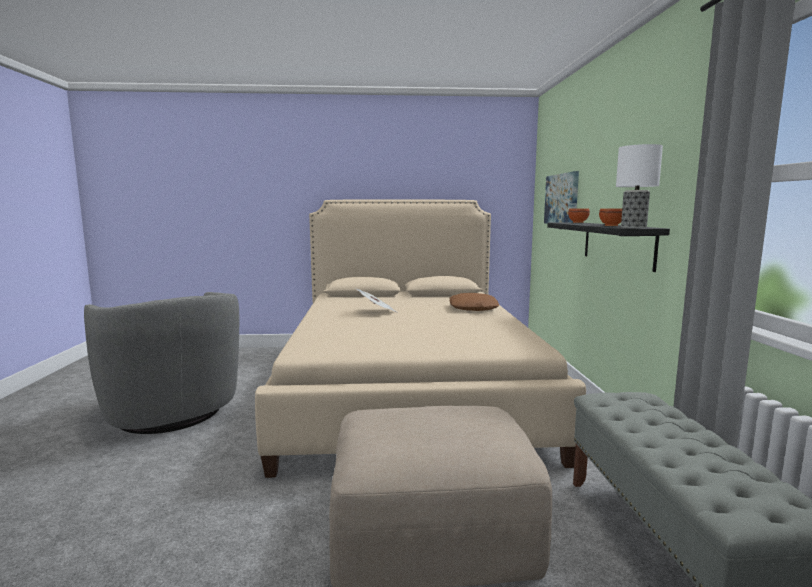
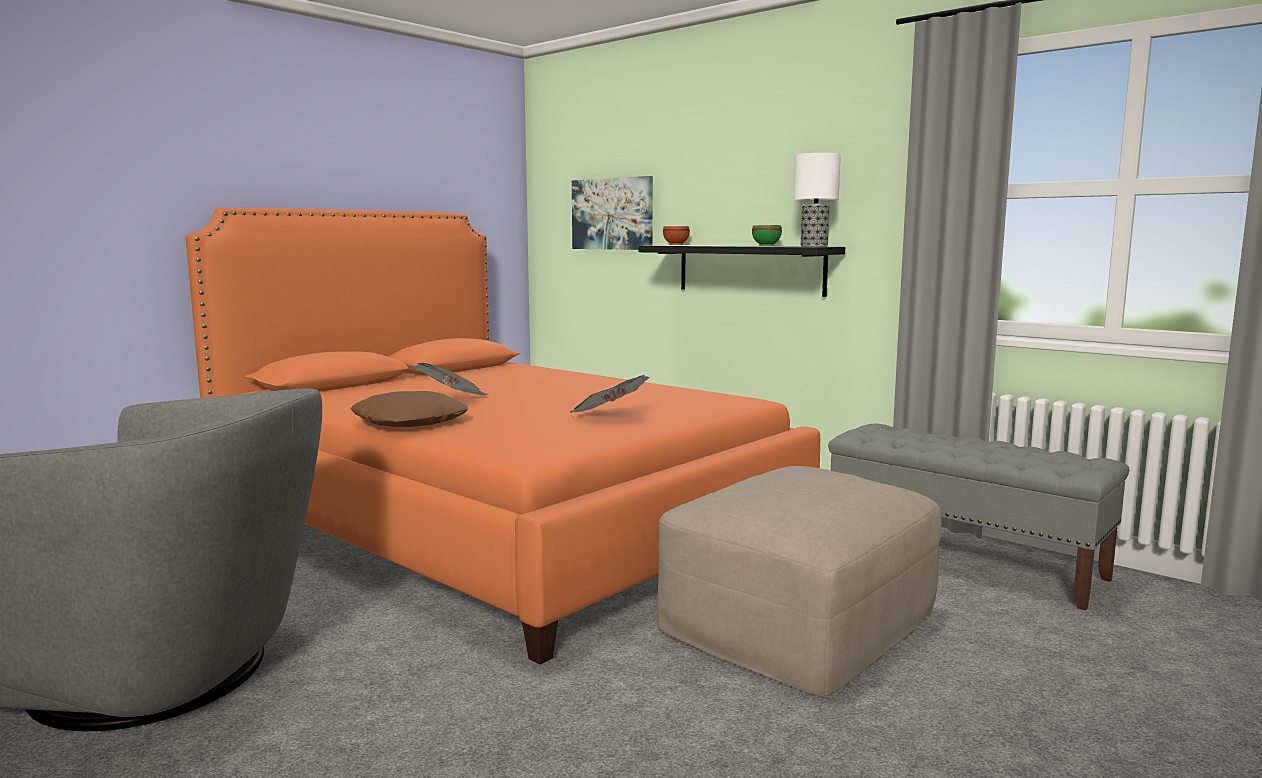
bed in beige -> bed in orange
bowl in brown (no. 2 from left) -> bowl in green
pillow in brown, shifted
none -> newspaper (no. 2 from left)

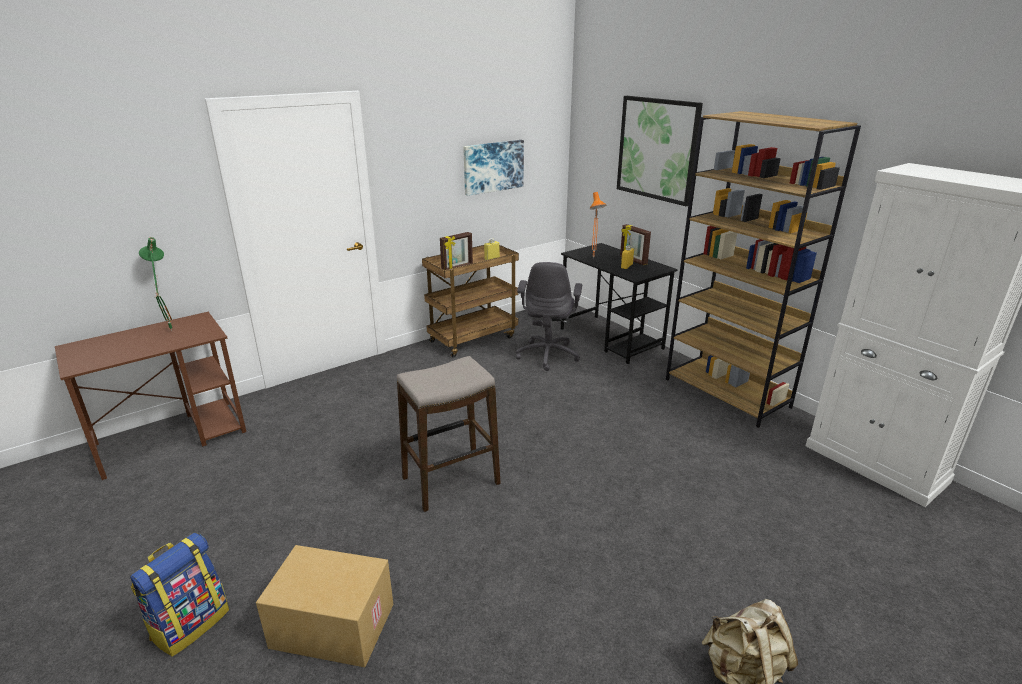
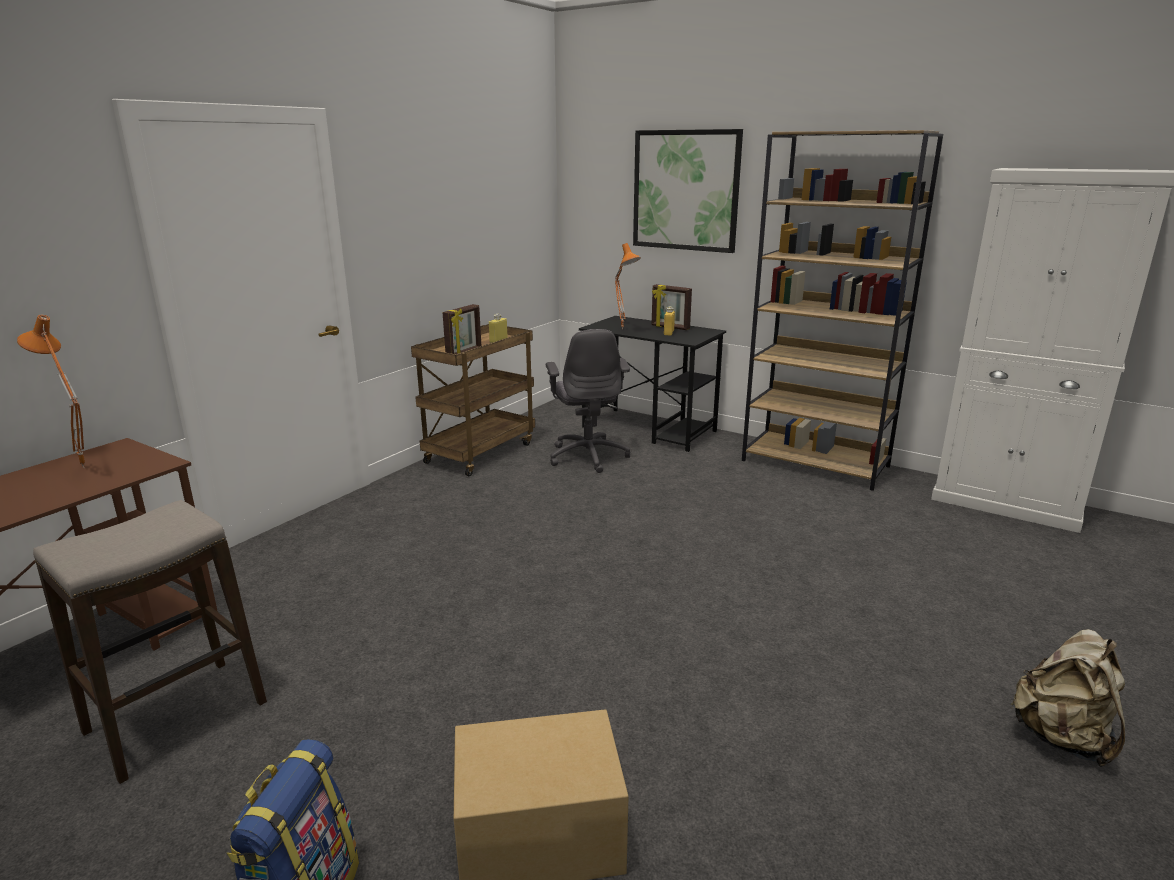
picture (no. 1 from left) -> none
table lamp in green -> table lamp in orange (no. 1 from left)
stool, shifted

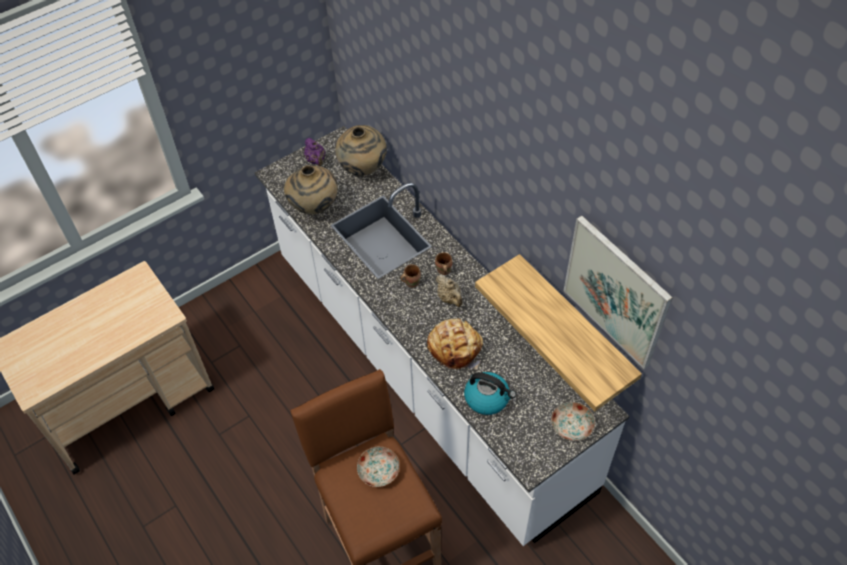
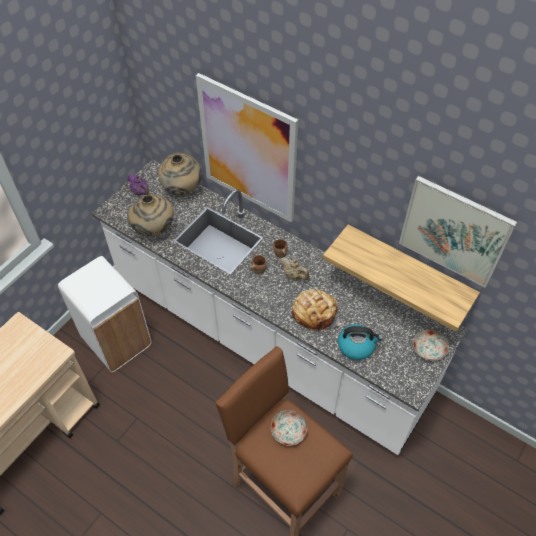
none -> picture (no. 1 from left)
none -> trash can in white

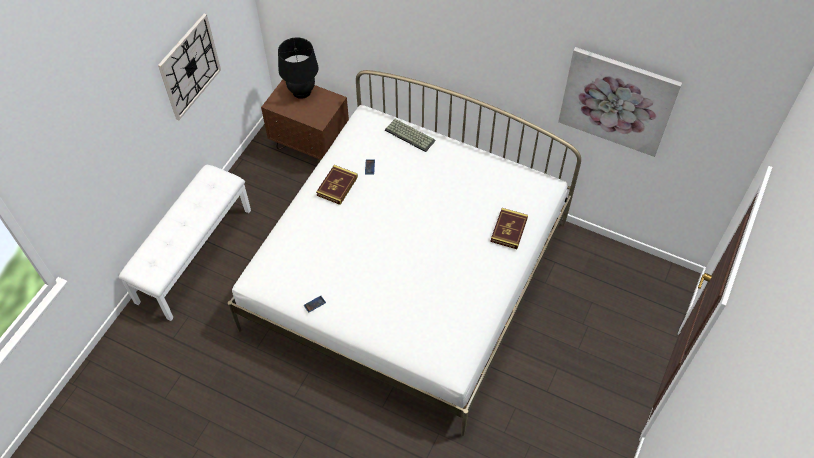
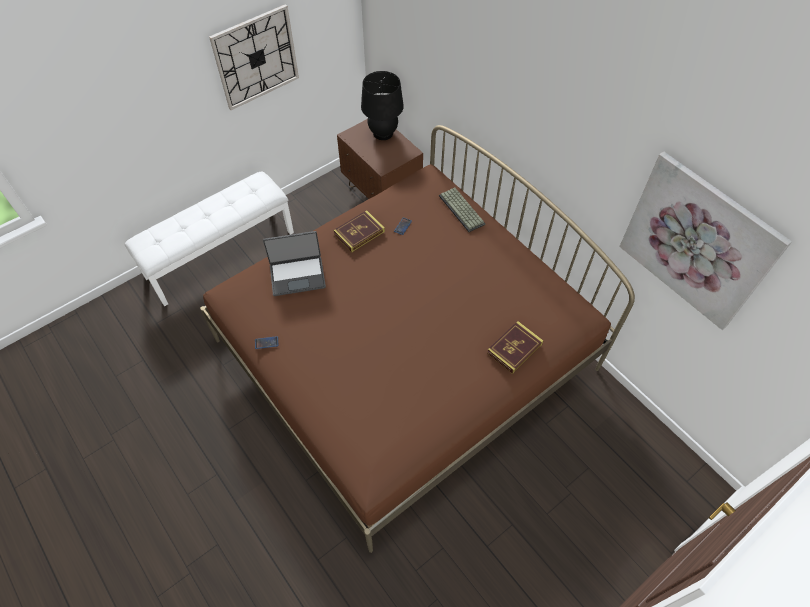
bed in white -> bed in brown
none -> laptop

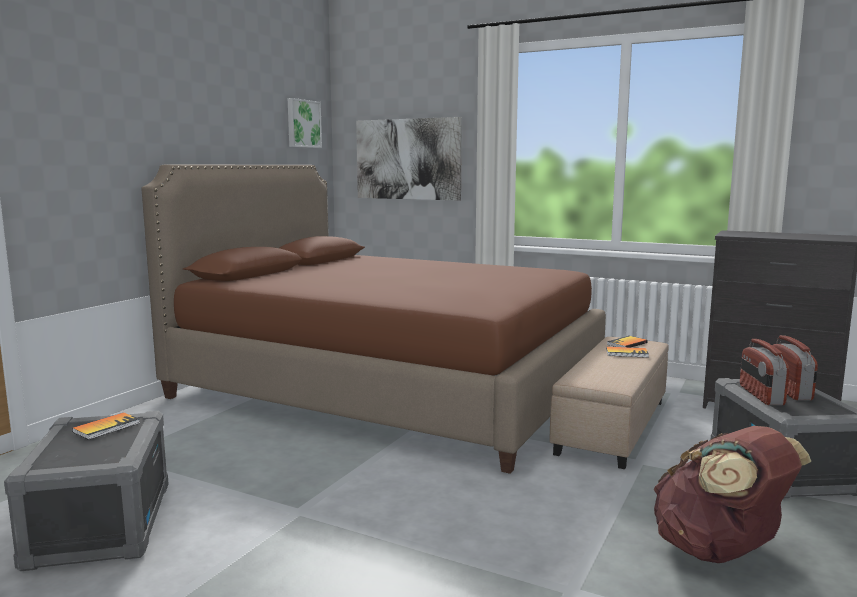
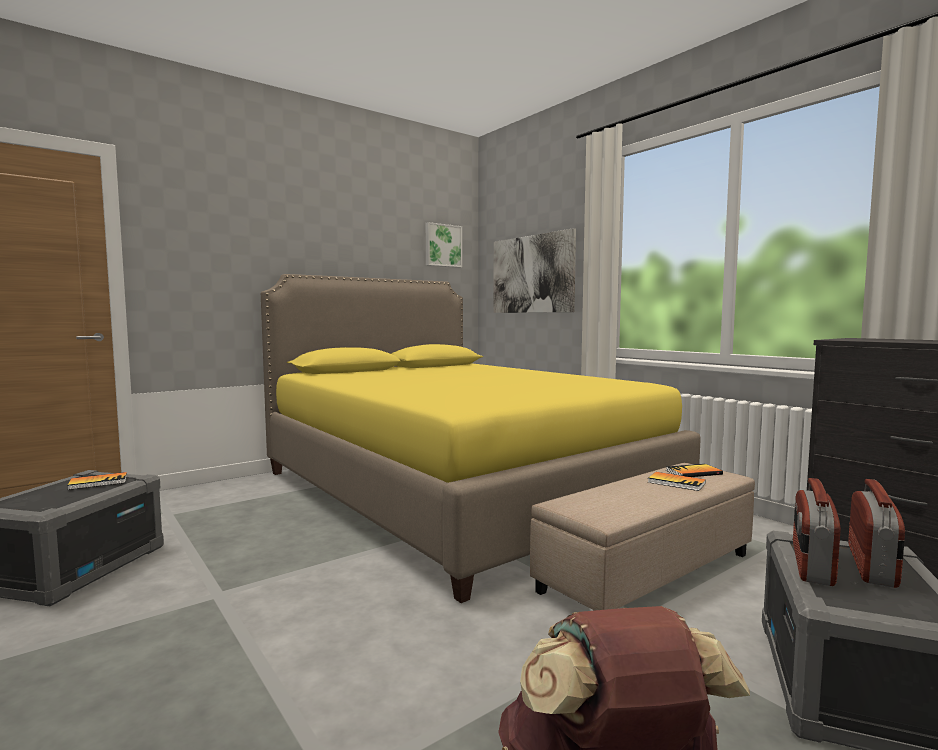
bed in brown -> bed in yellow

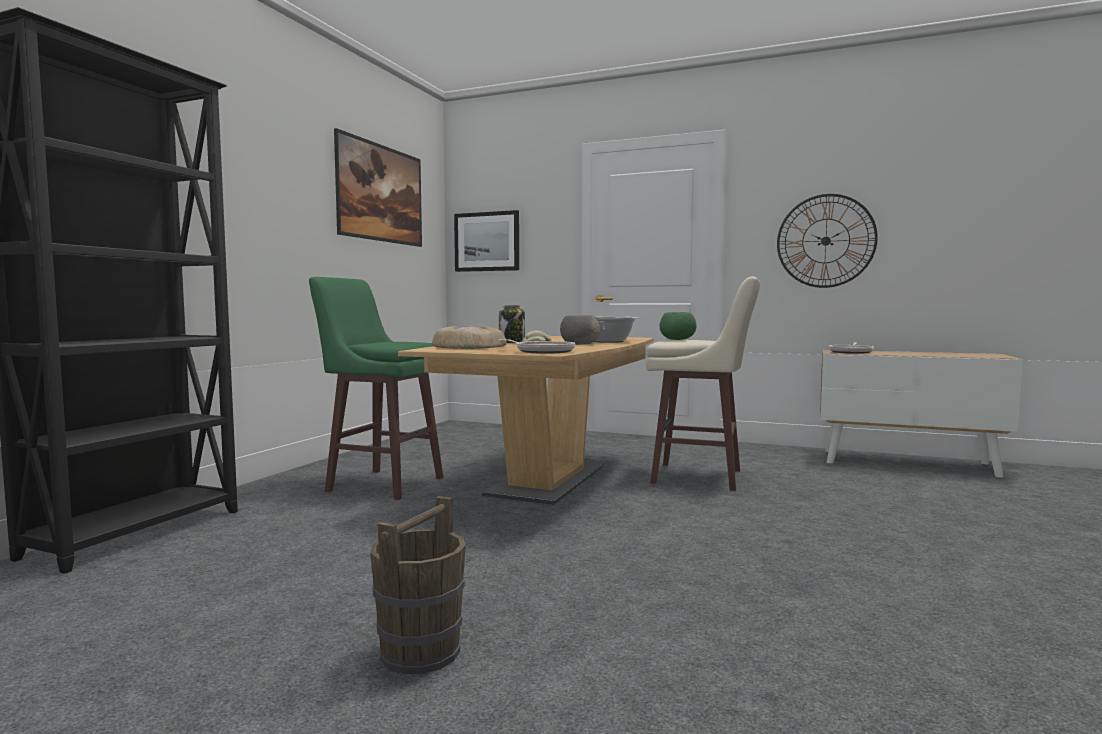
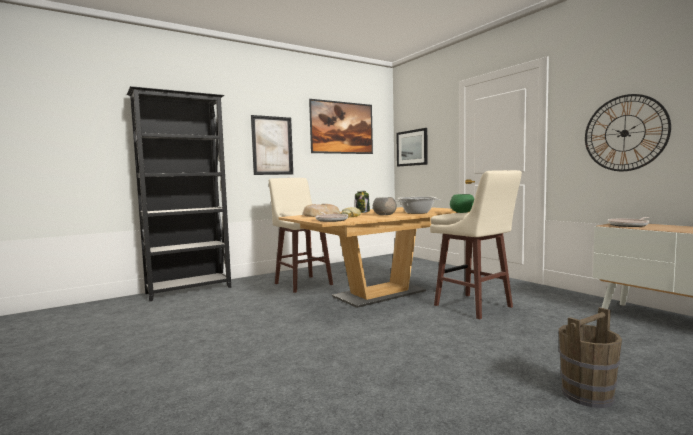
stool in green -> stool in beige (no. 1 from left)
bucket in brown, shifted
none -> picture (no. 1 from left)

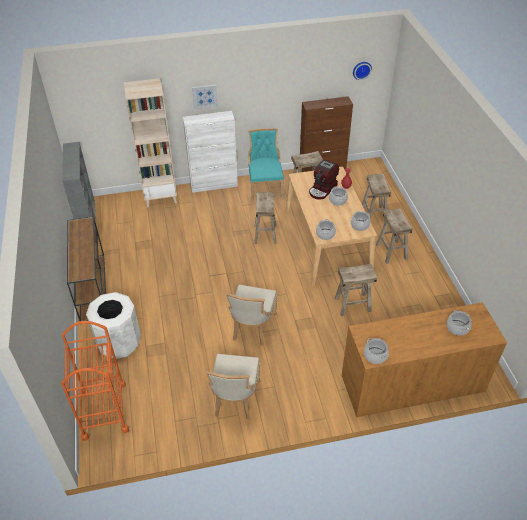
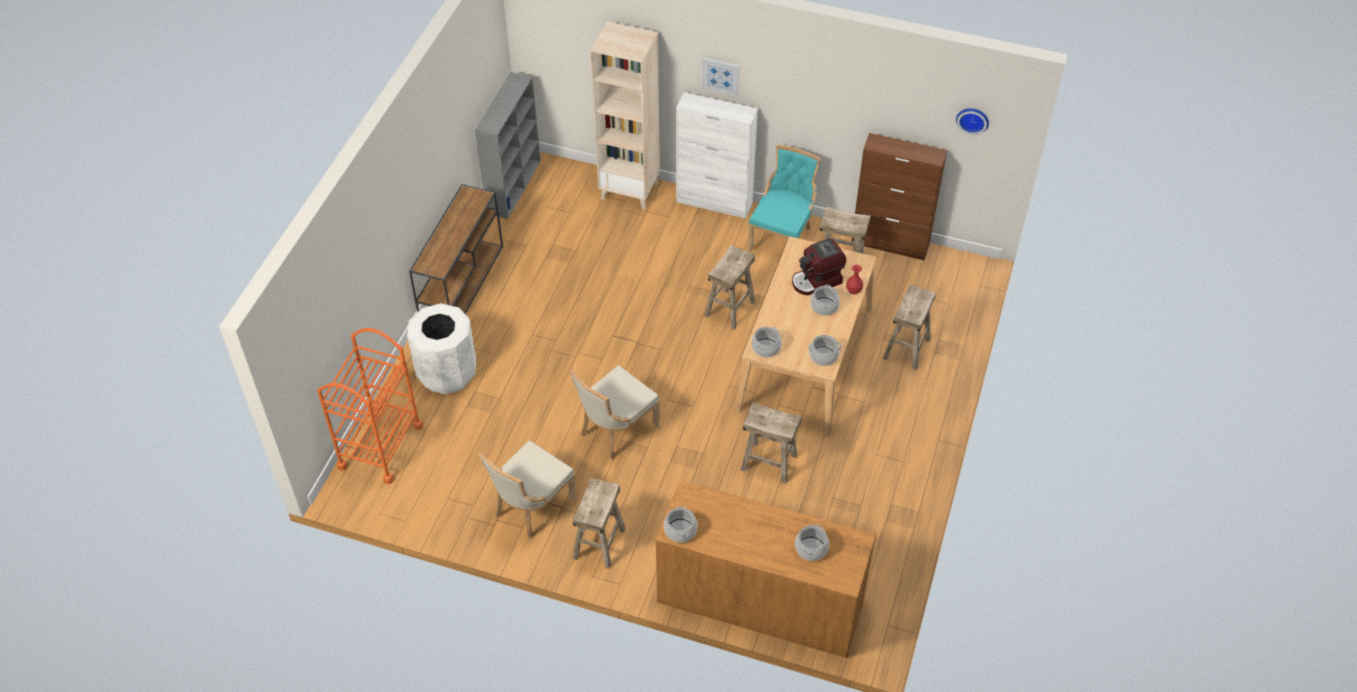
stool in beige (no. 5 from left in the first image) -> stool in beige (no. 1 from left), shifted

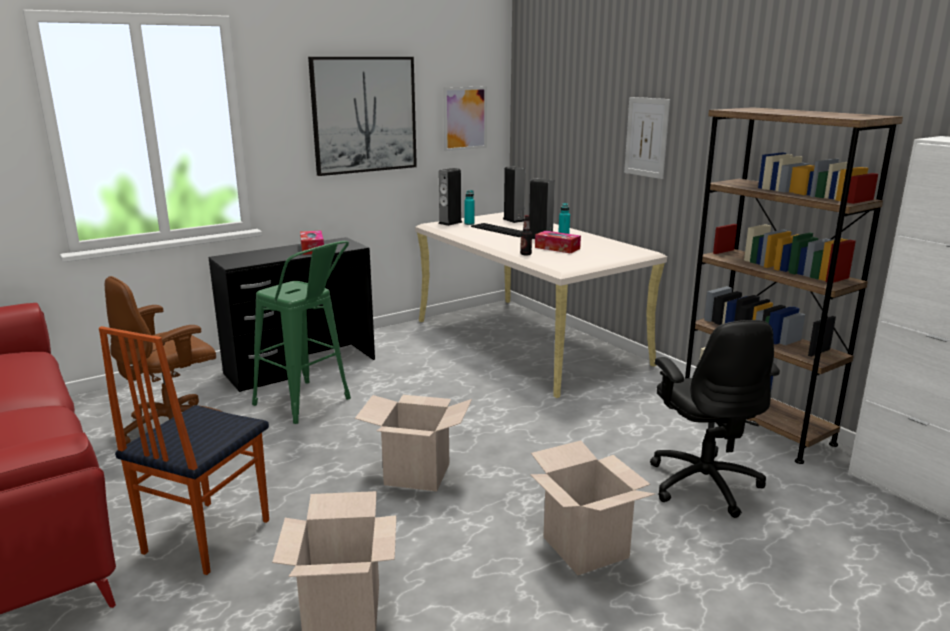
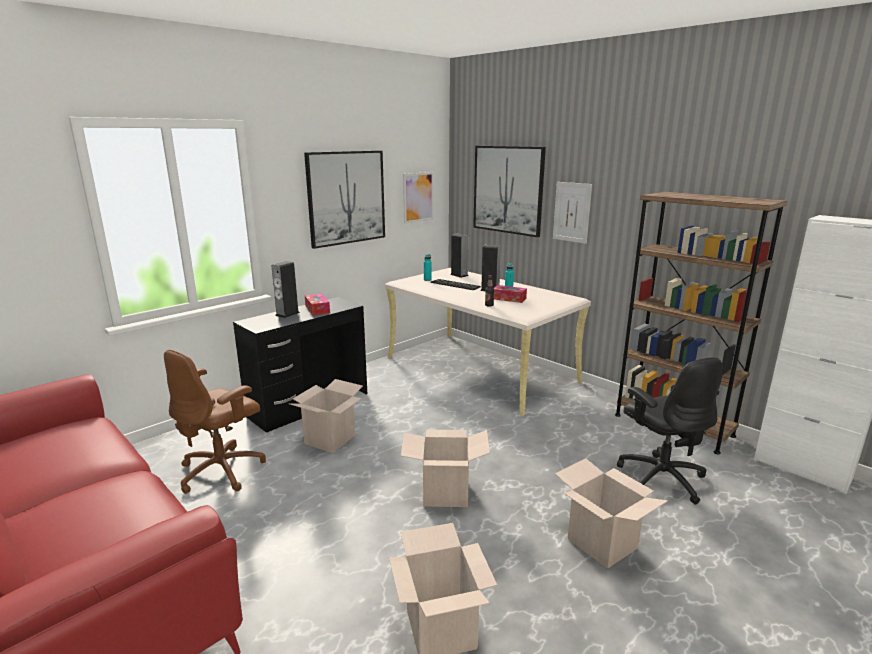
speaker (no. 1 from left), shifted
stool in green -> cardboard box (no. 1 from left)
chair -> none
none -> picture (no. 3 from left)

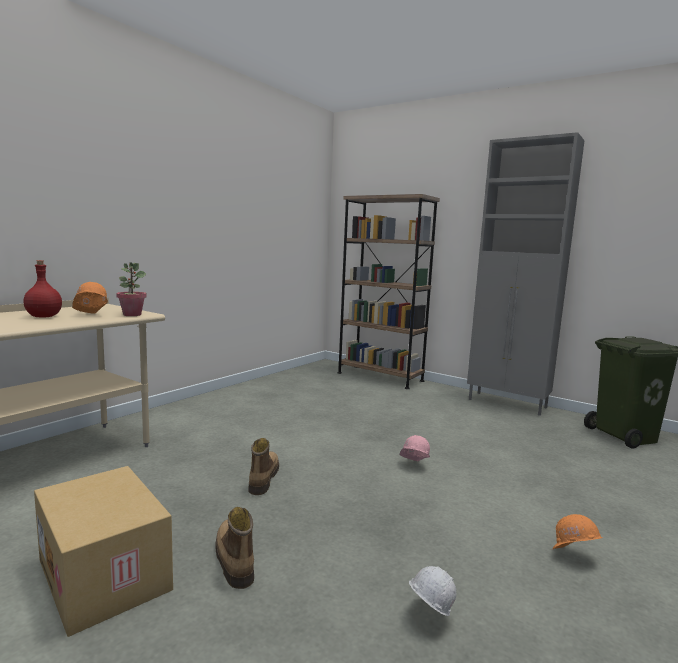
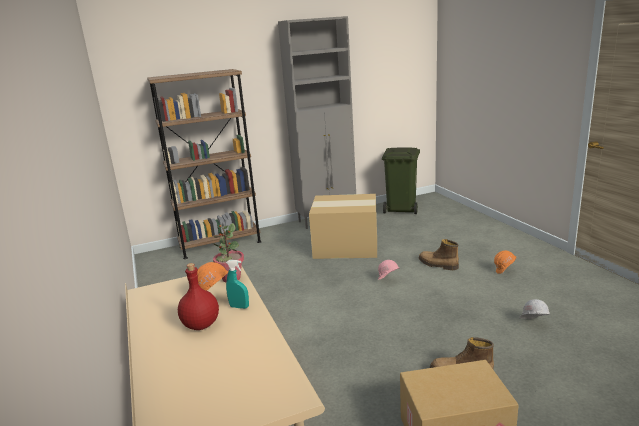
boot (no. 2 from left in the first image) -> boot (no. 1 from left), shifted
none -> cardboard box (no. 1 from left)
none -> spray bottle in turquoise

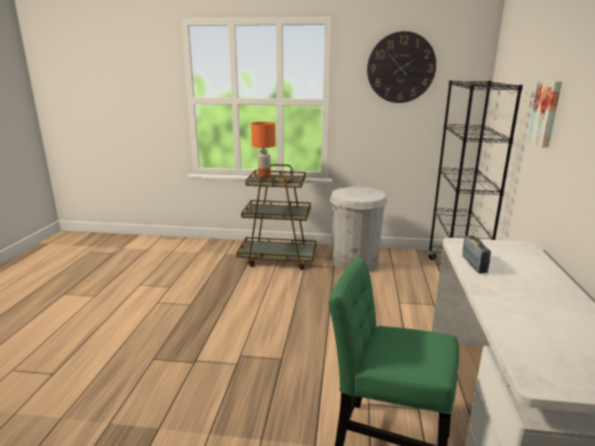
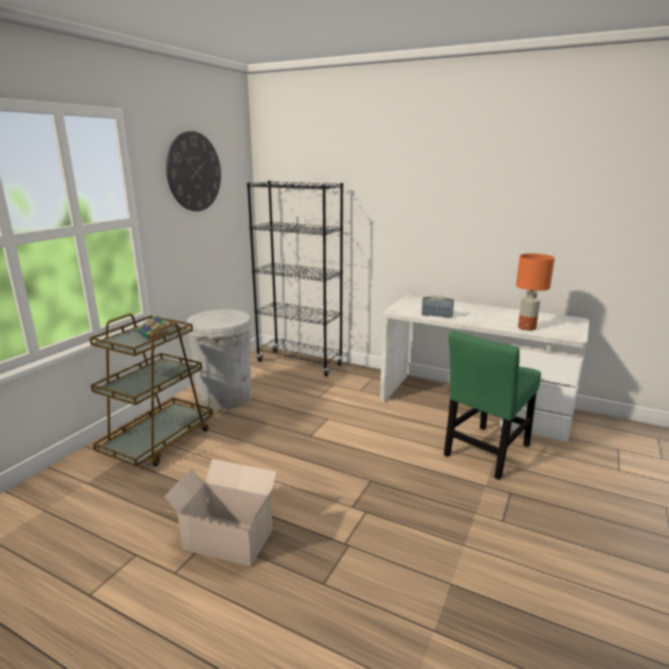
picture -> none
table lamp in orange, shifted
none -> cardboard box

